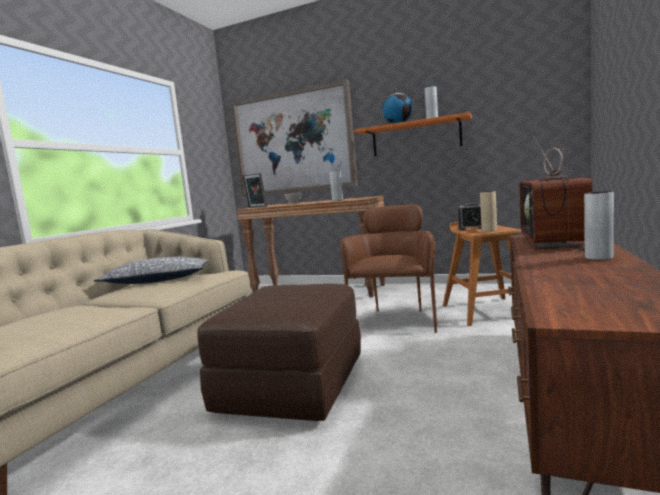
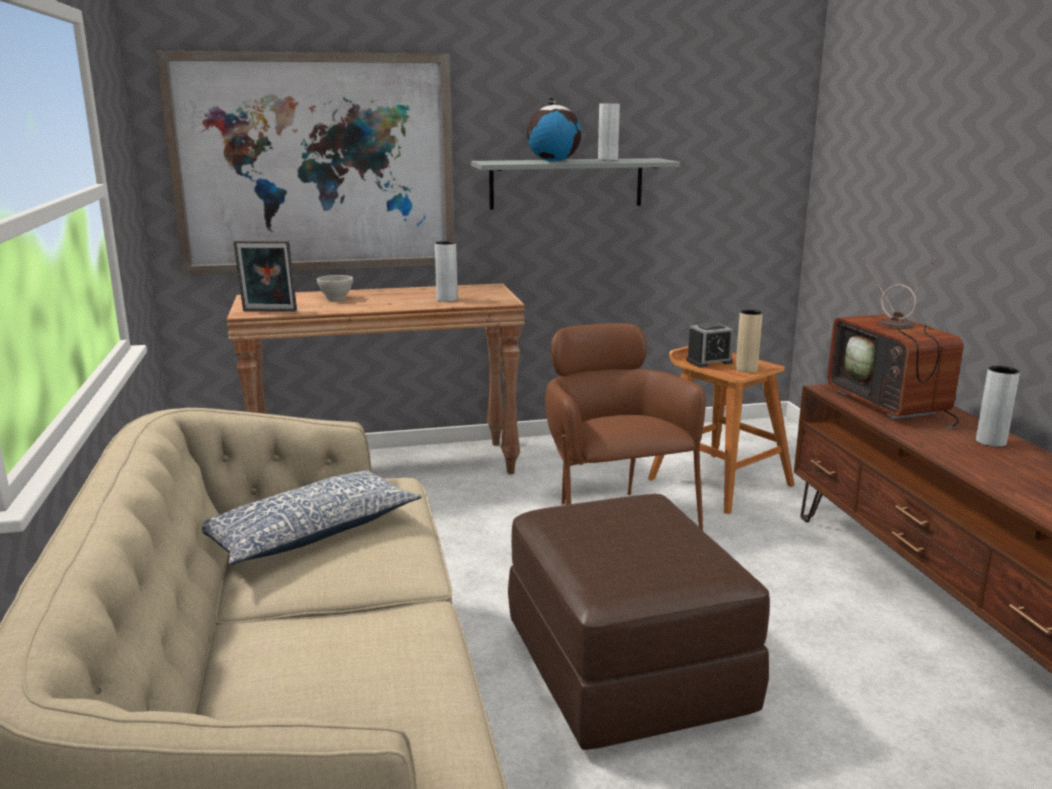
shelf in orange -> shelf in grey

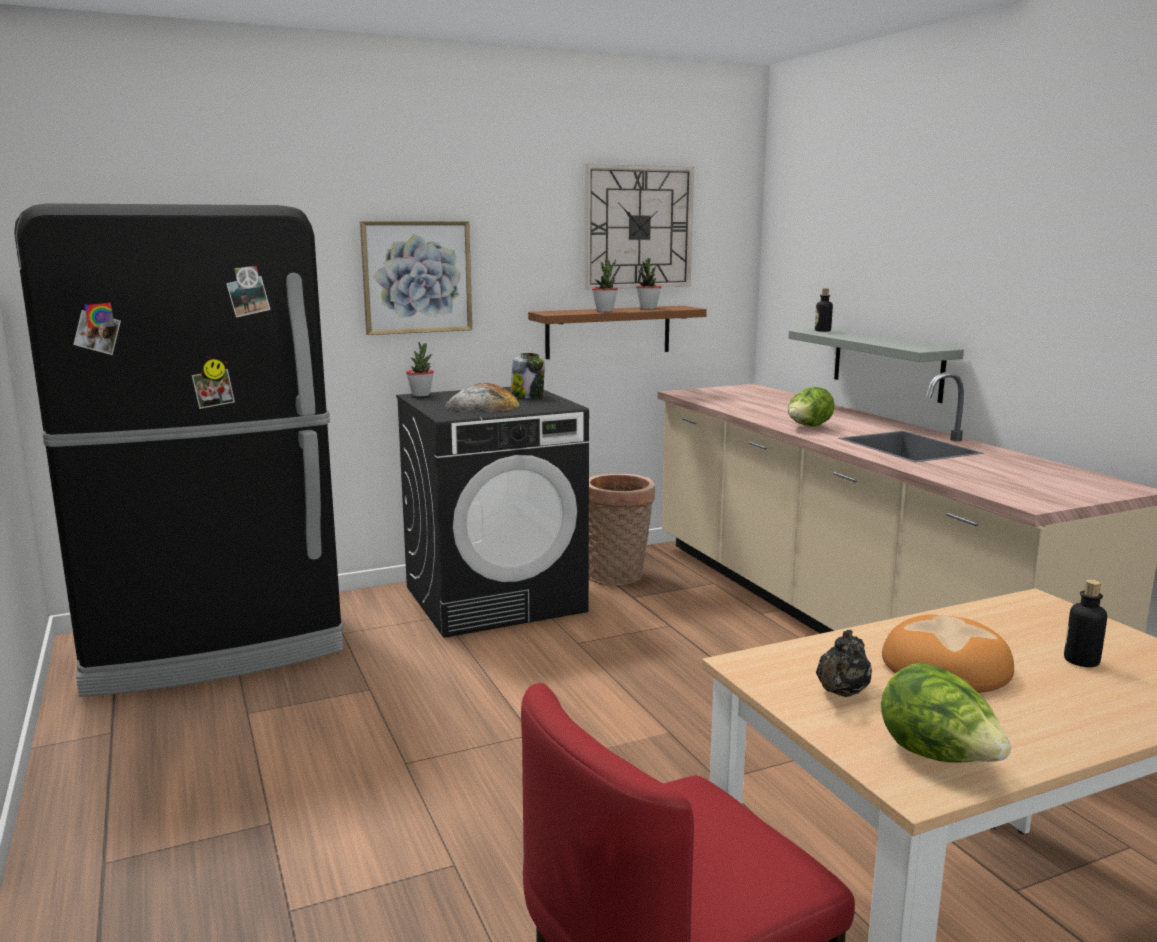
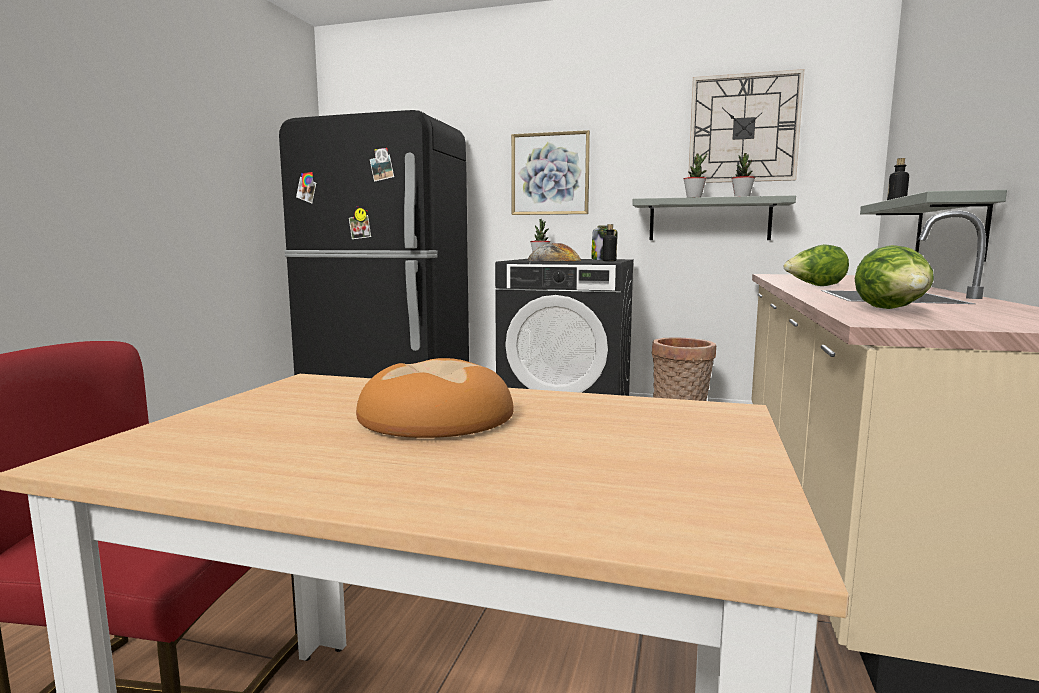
shelf in brown -> shelf in grey (no. 1 from left)
bottle (no. 2 from left in the first image) -> bottle (no. 1 from left), shifted
teapot in black -> none
lettuce (no. 2 from left), shifted

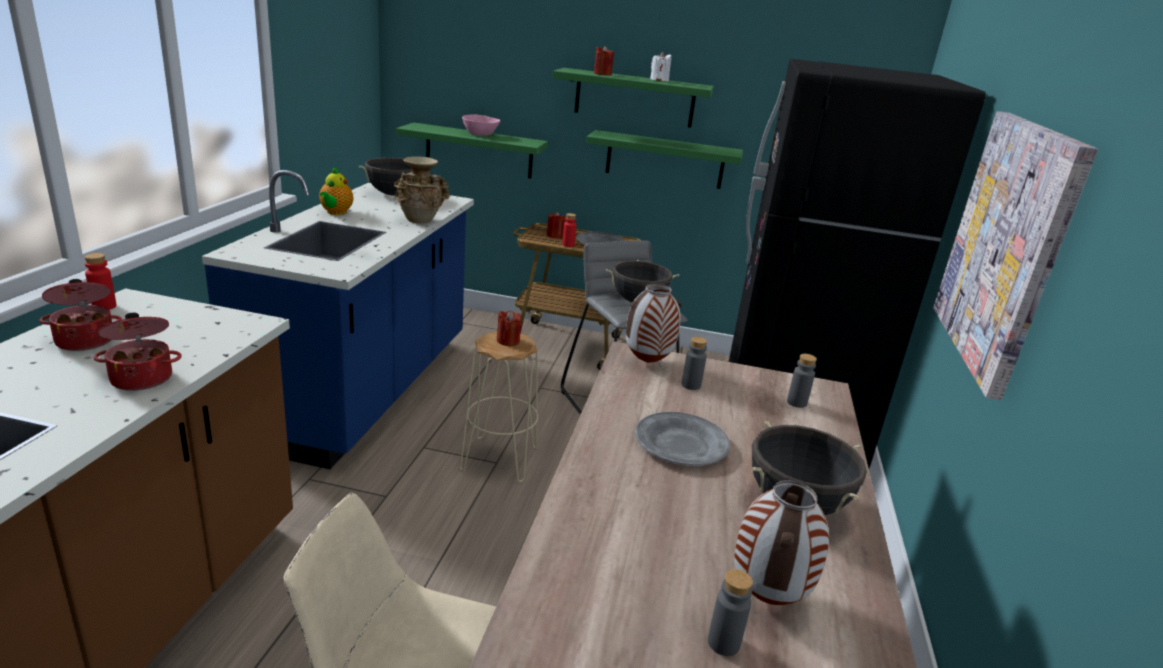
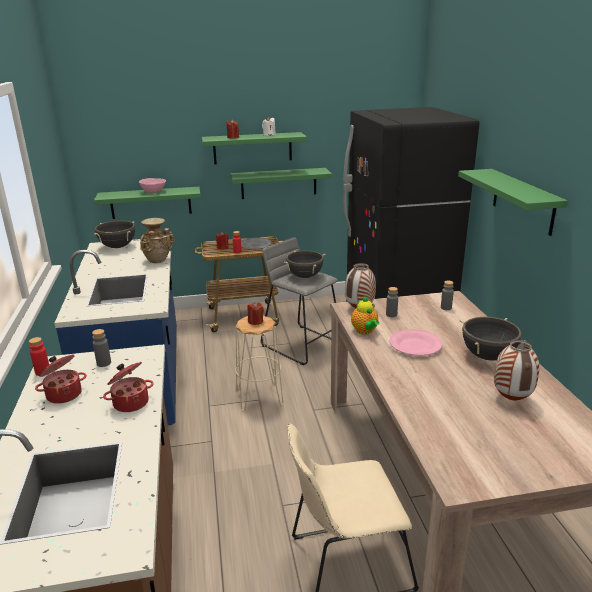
picture -> shelf in green (no. 4 from left)
teapot, shifted
plate in grey (no. 2 from left) -> plate in pink
bottle in grey (no. 2 from left in the first image) -> bottle in grey (no. 1 from left), shifted

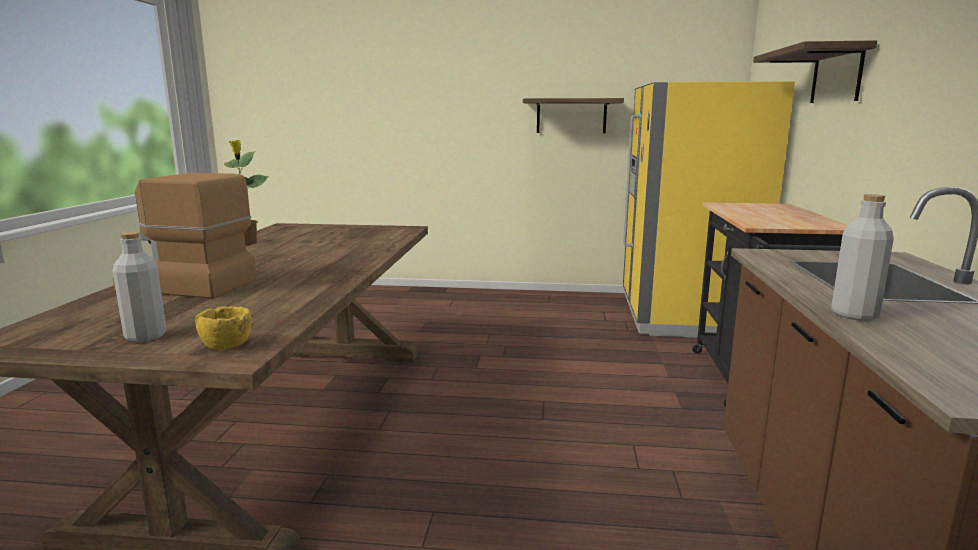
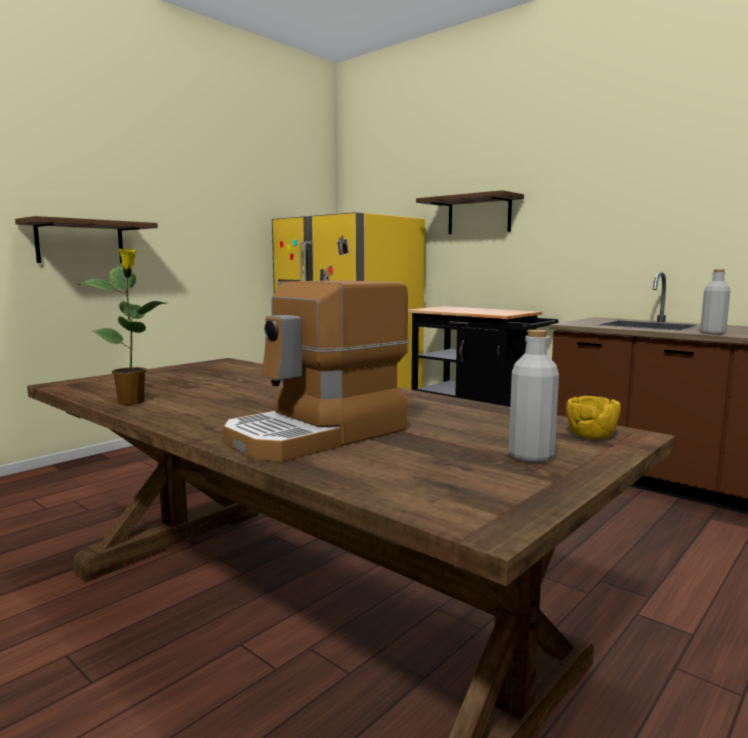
shelf (no. 1 from left), shifted

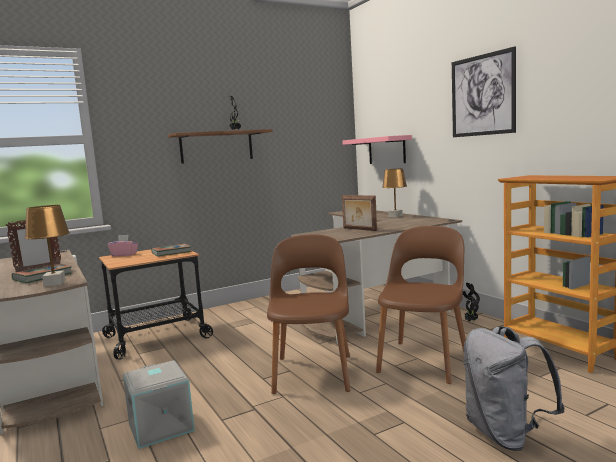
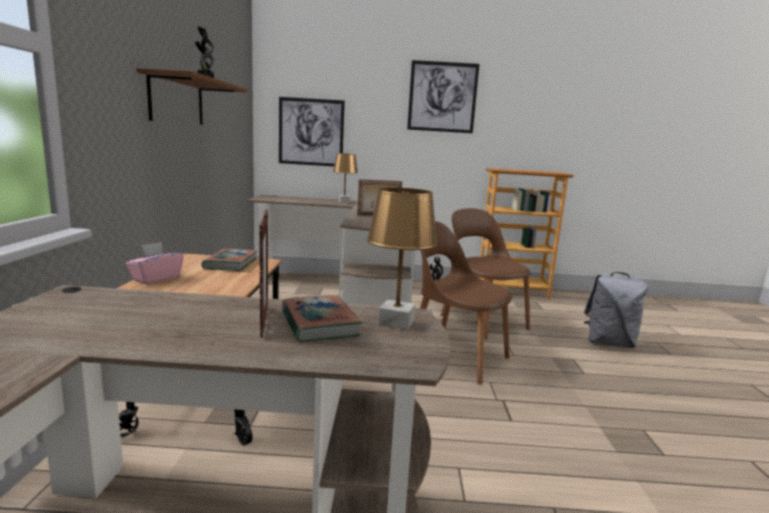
shelf in pink -> picture (no. 1 from left)
storage box in grey -> none

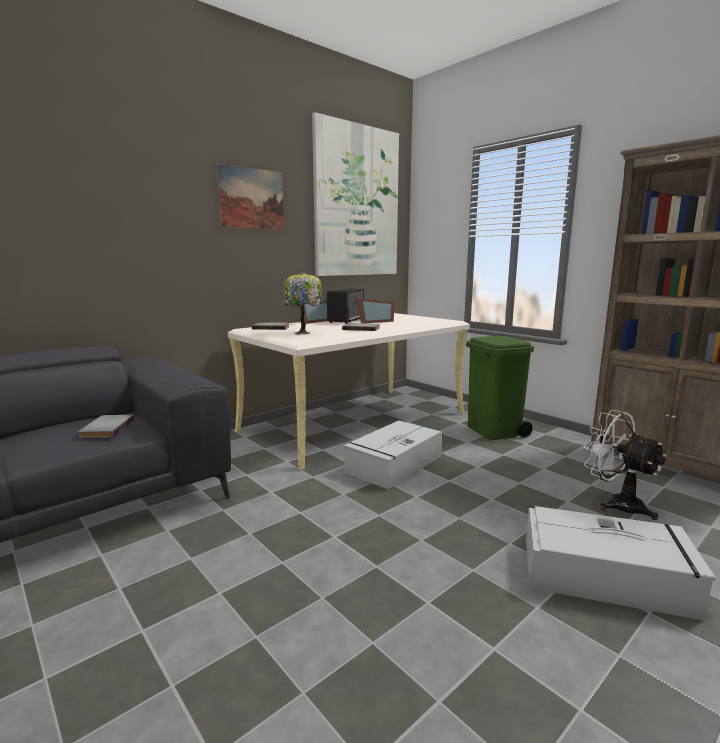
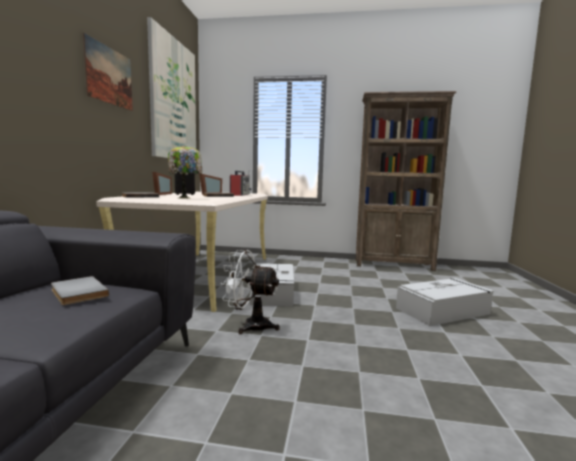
trash can in green -> none
fan in white, shifted
none -> radio

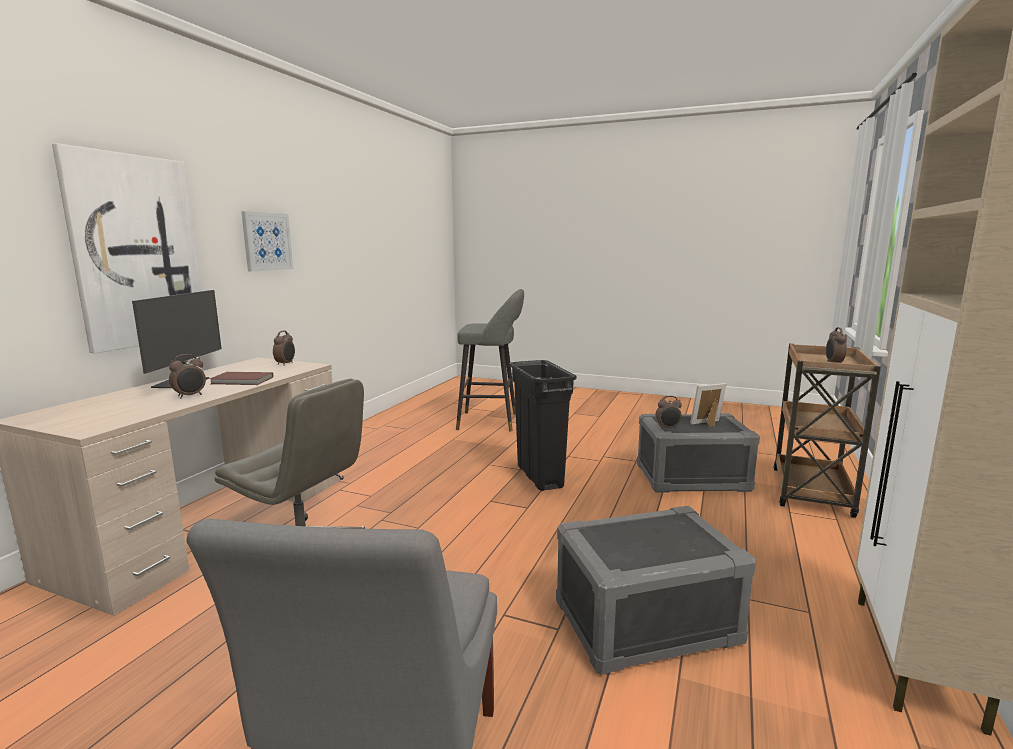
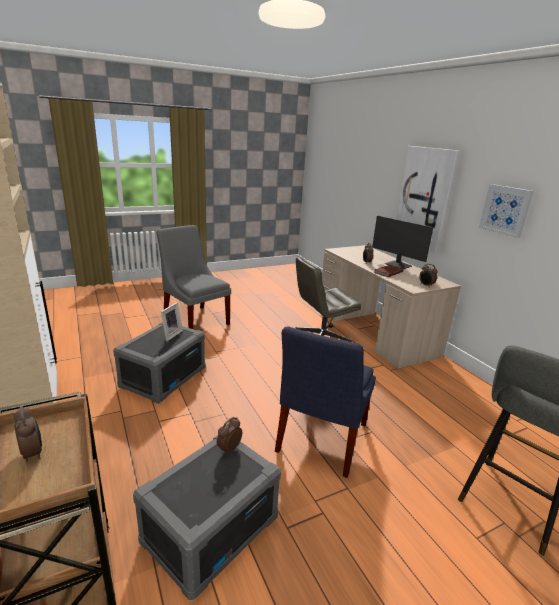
trash can in black -> chair in blue
picture frame, shifted

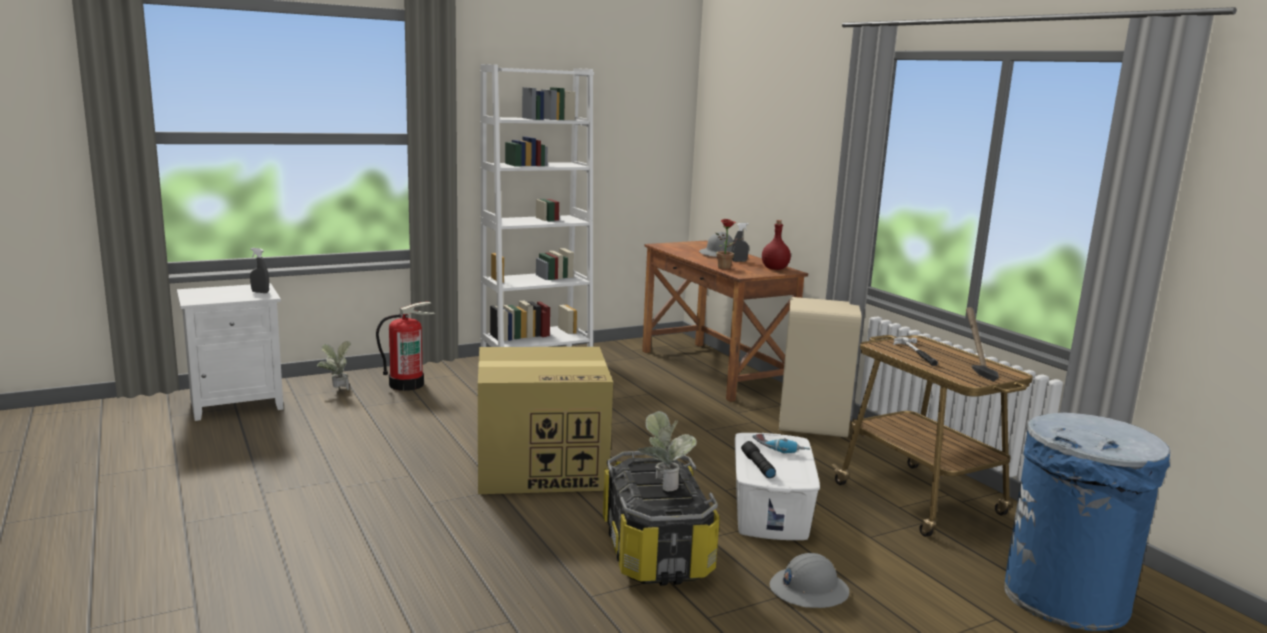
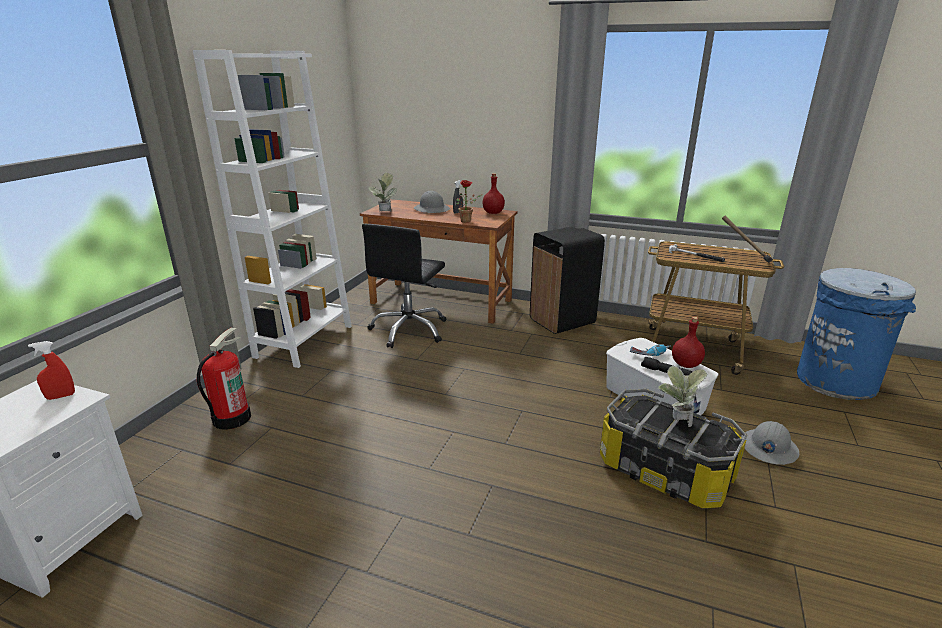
spray bottle in grey (no. 1 from left) -> spray bottle in red
trash can in beige -> trash can in black
potted plant (no. 1 from left), shifted
cardboard box -> none
none -> office chair in black
none -> bottle in red (no. 2 from left)

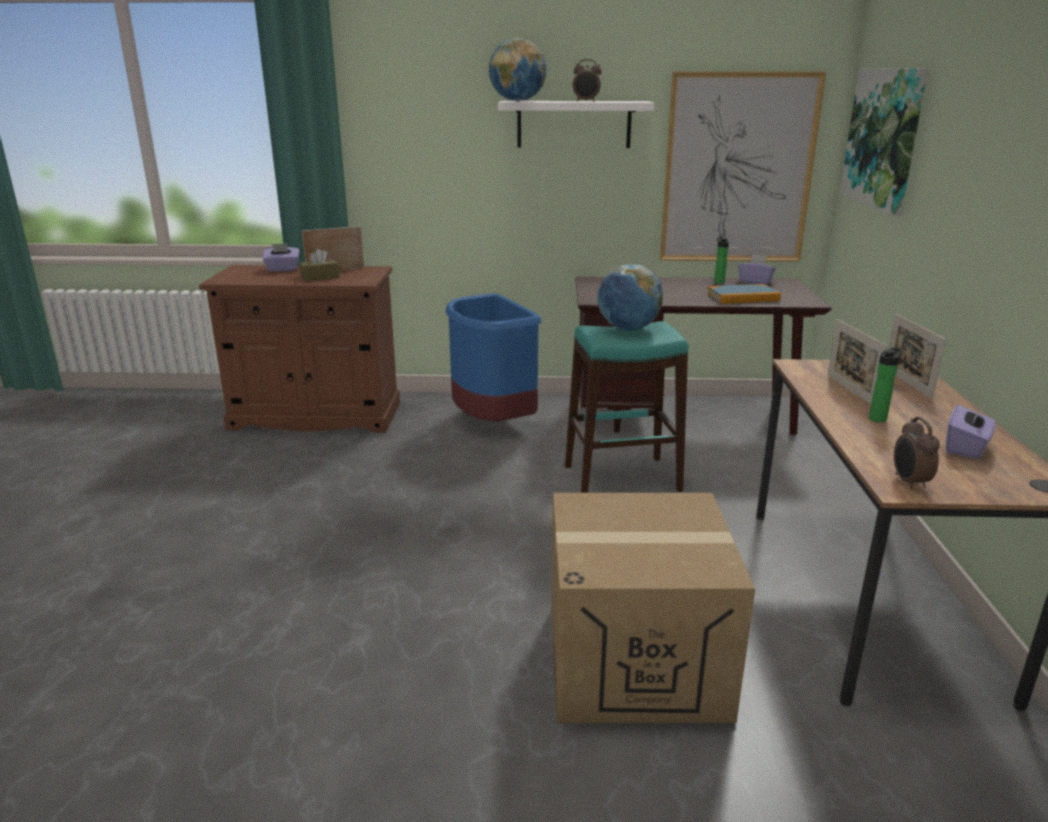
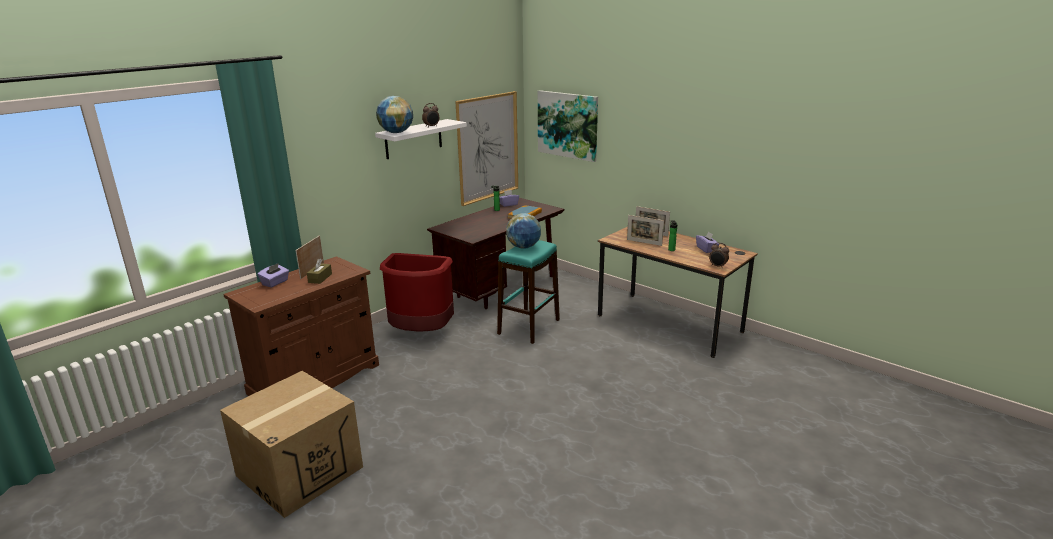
trash can in blue -> trash can in red
cardboard box, shifted

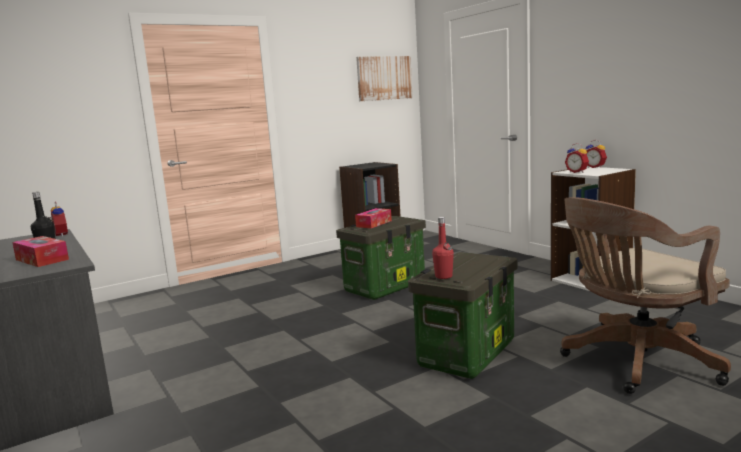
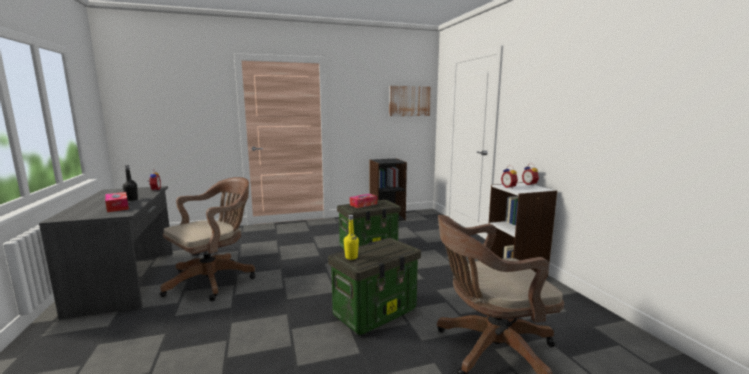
bottle in red -> bottle in yellow
none -> office chair in brown (no. 1 from left)

